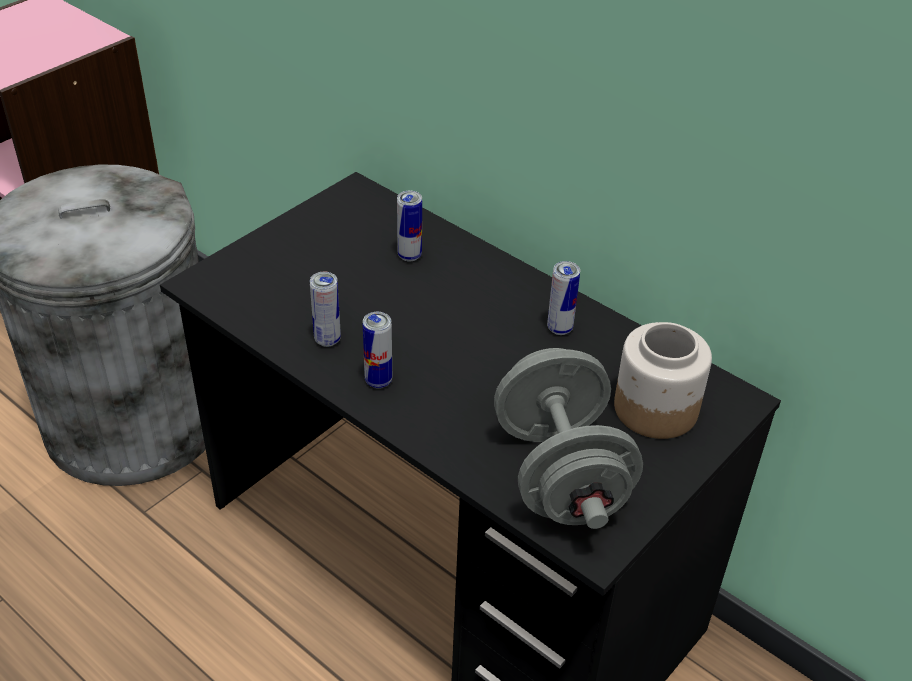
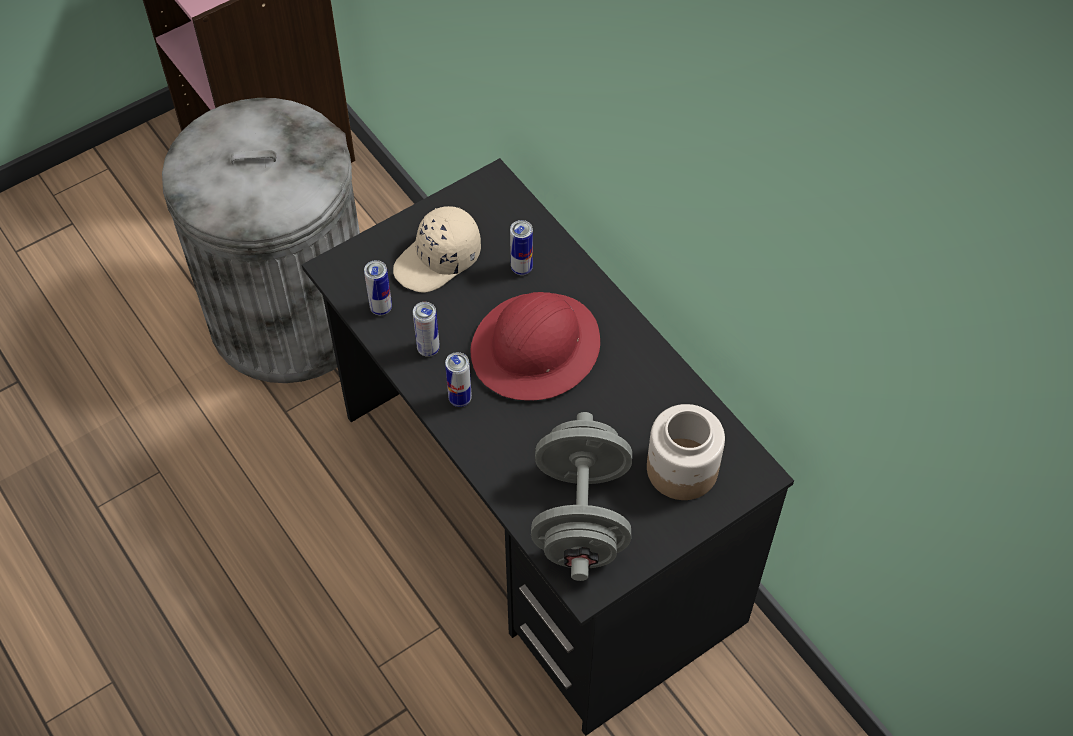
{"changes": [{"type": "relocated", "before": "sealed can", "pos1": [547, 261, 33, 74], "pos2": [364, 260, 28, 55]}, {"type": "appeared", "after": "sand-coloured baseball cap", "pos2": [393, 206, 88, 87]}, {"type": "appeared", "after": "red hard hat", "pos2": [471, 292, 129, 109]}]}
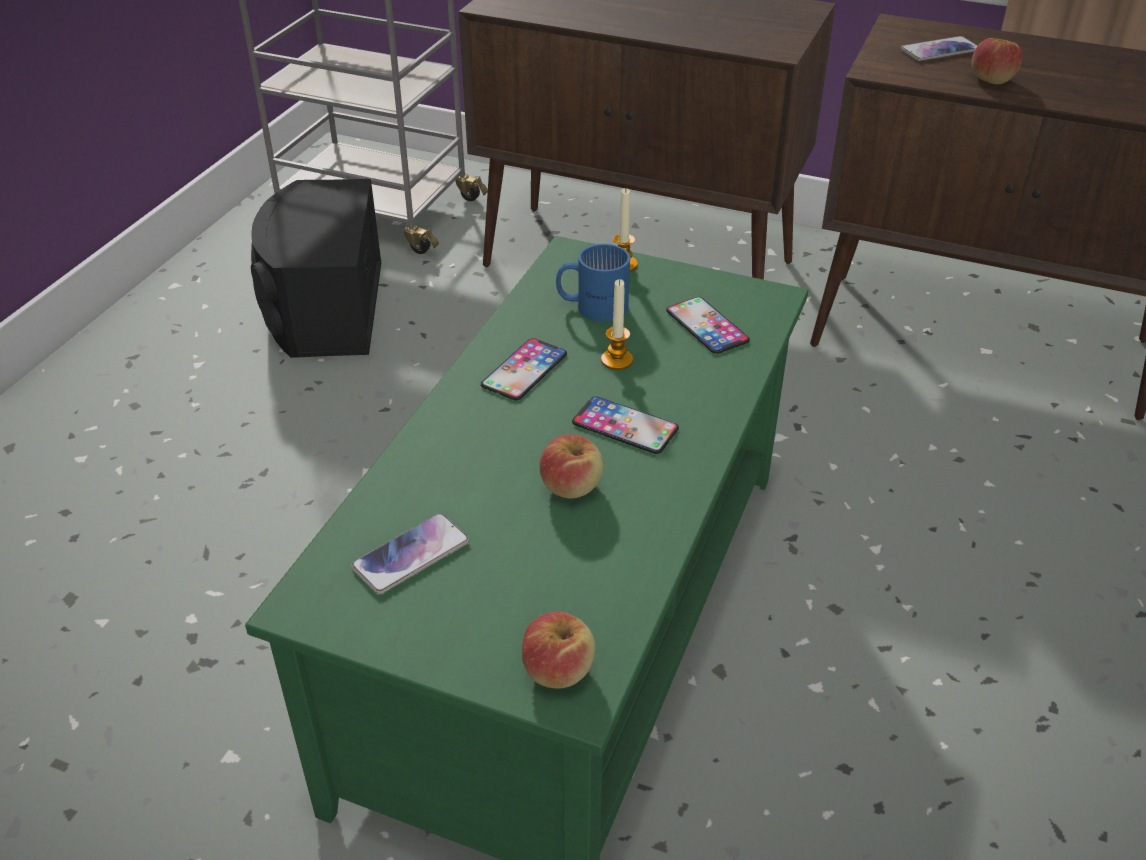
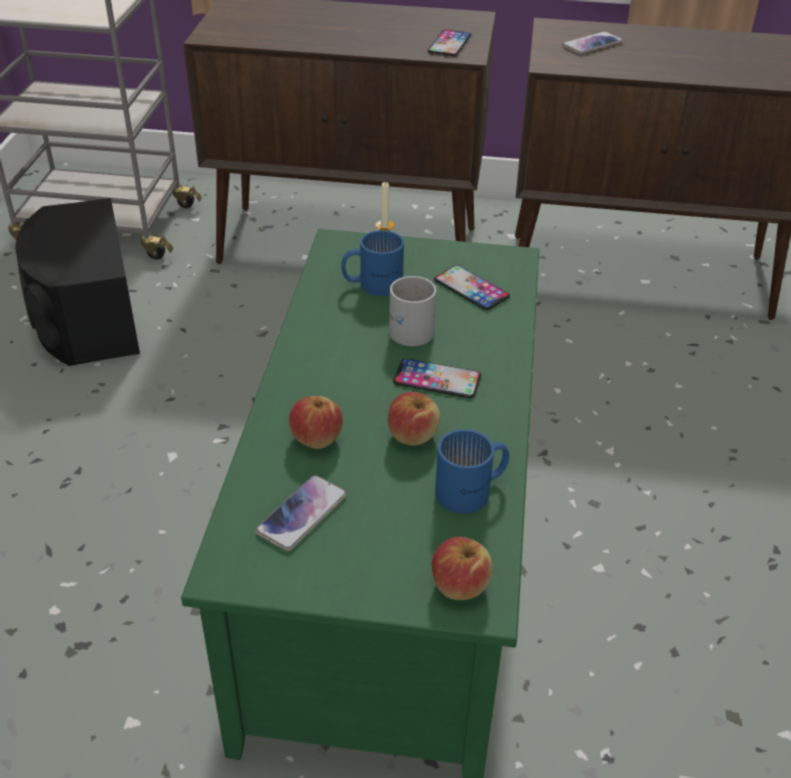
{"changes": [{"type": "relocated", "before": "handset", "pos1": [481, 338, 86, 62], "pos2": [428, 29, 43, 27]}, {"type": "exchanged", "before": "wax candle", "after": "whitish coffee mug", "pos1": [601, 279, 32, 91], "pos2": [389, 276, 47, 70]}, {"type": "relocated", "before": "whole apple", "pos1": [972, 38, 51, 47], "pos2": [289, 396, 54, 53]}, {"type": "appeared", "after": "blue-coloured coffee mug", "pos2": [435, 429, 74, 85]}]}
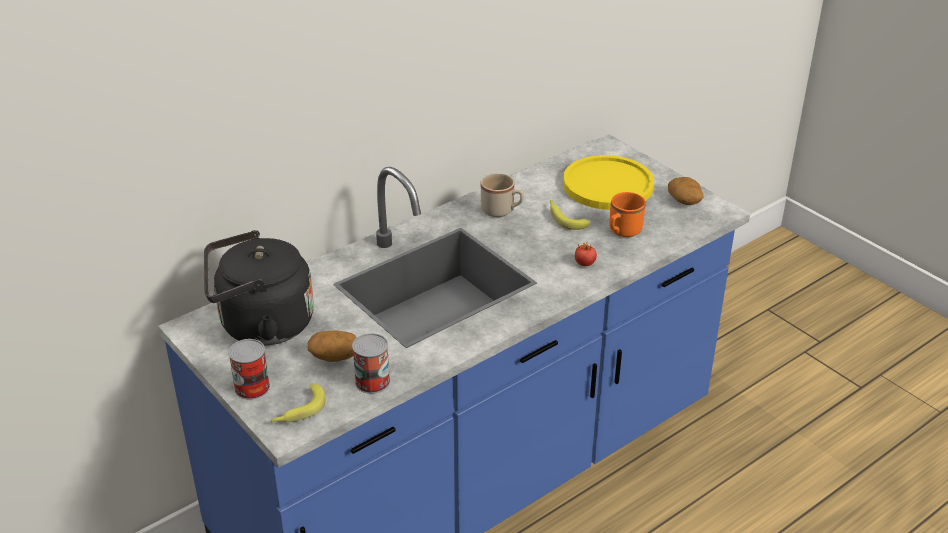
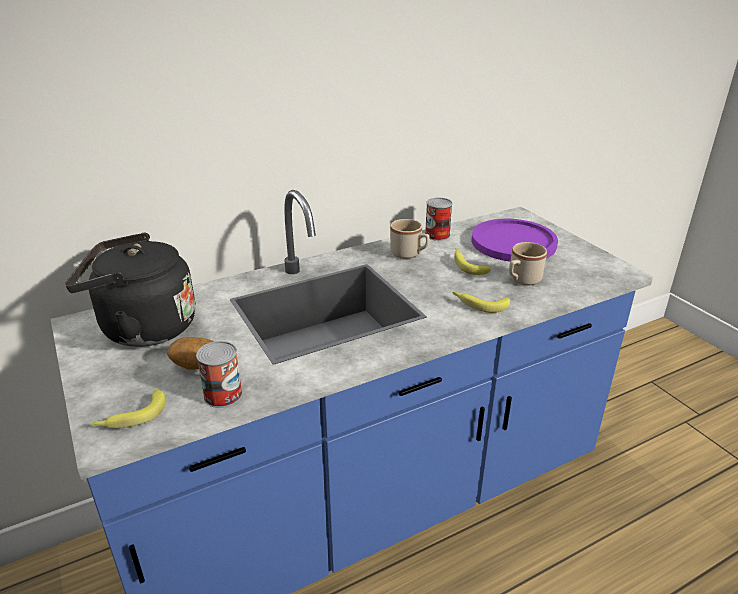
{"changes": [{"type": "relocated", "before": "sealed can", "pos1": [228, 339, 42, 61], "pos2": [425, 198, 28, 43]}, {"type": "colour", "before": "yellowish plate", "after": "purple-coloured plate", "pos1": [563, 155, 91, 55], "pos2": [471, 219, 87, 43]}, {"type": "exchanged", "before": "tomato", "after": "banana", "pos1": [575, 243, 22, 23], "pos2": [452, 291, 58, 22]}, {"type": "colour", "before": "orangey coffee mug", "after": "sand-coloured coffee mug", "pos1": [609, 192, 37, 45], "pos2": [509, 242, 38, 43]}, {"type": "missing", "before": "potato", "pos1": [668, 177, 36, 28]}]}
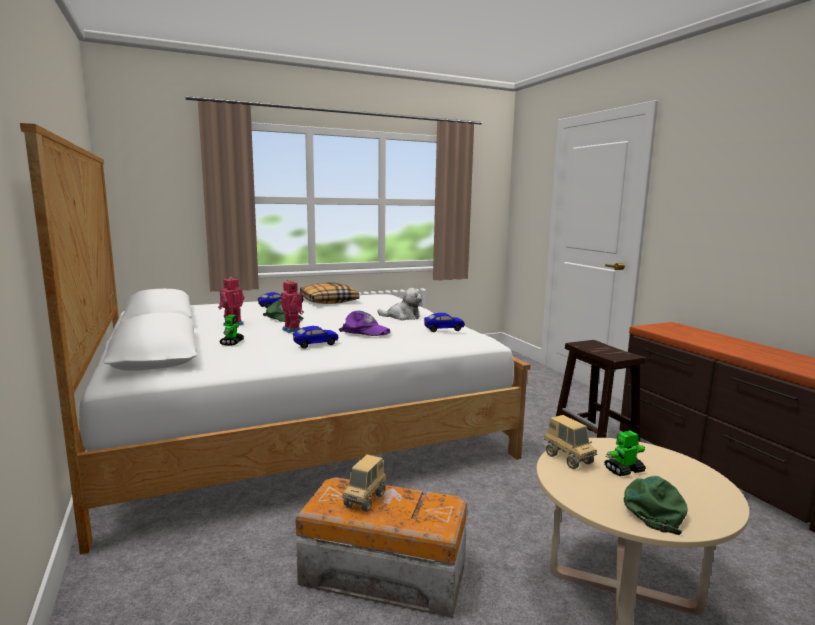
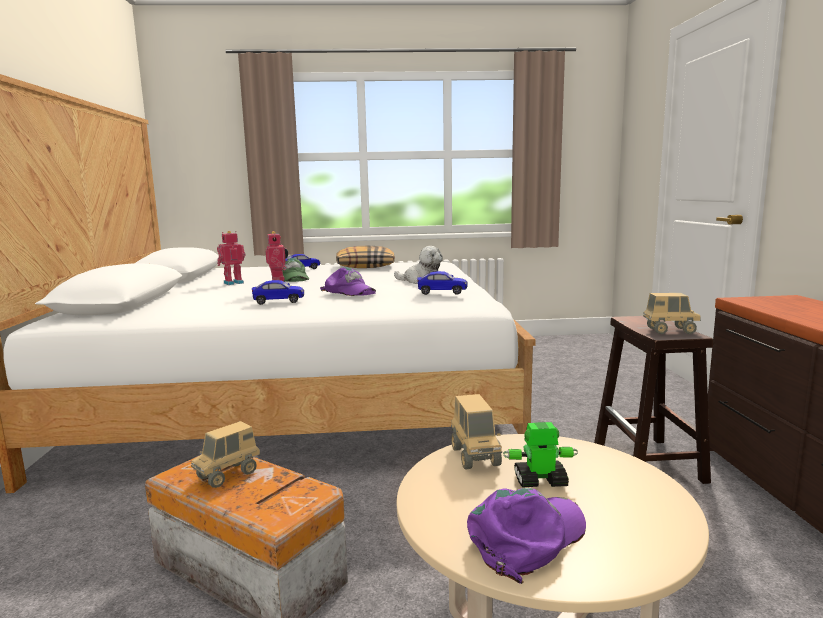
{"changes": [{"type": "missing", "before": "toy robot", "pos1": [219, 315, 25, 31]}, {"type": "colour", "before": "greenish baseball cap", "after": "purple-coloured baseball cap", "pos1": [624, 476, 64, 59], "pos2": [467, 488, 119, 96]}, {"type": "appeared", "after": "model truck", "pos2": [643, 293, 58, 41]}]}
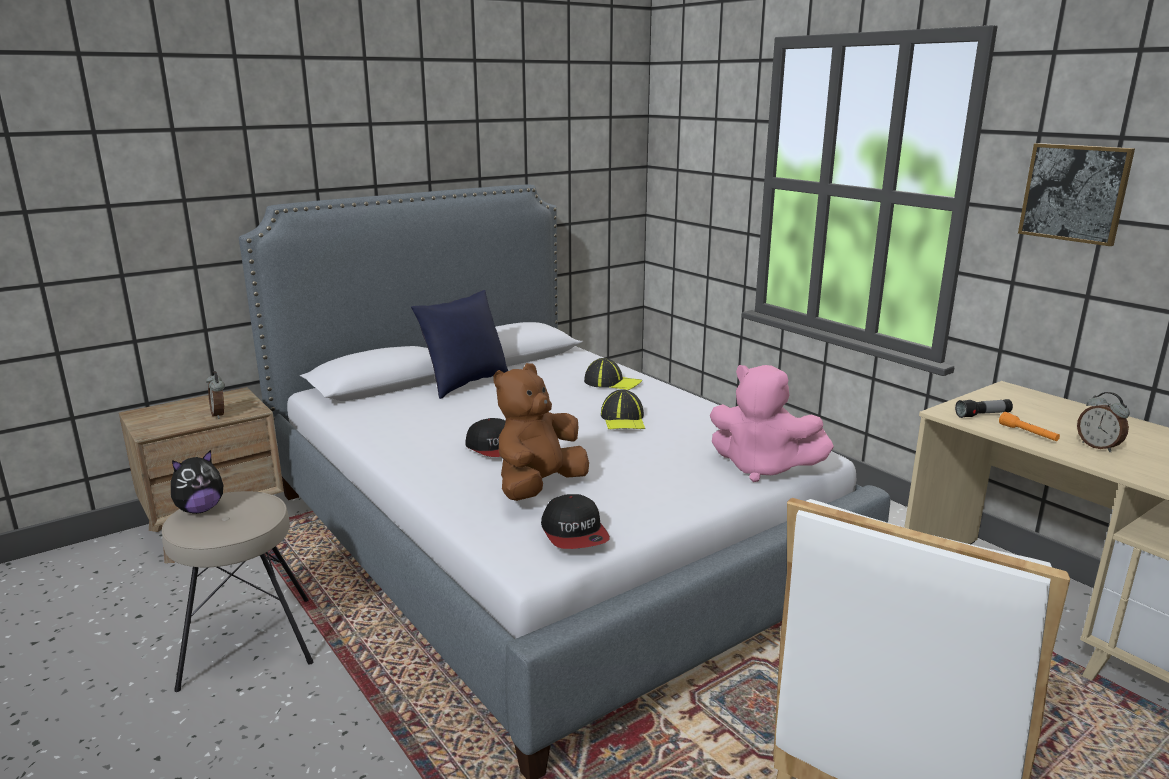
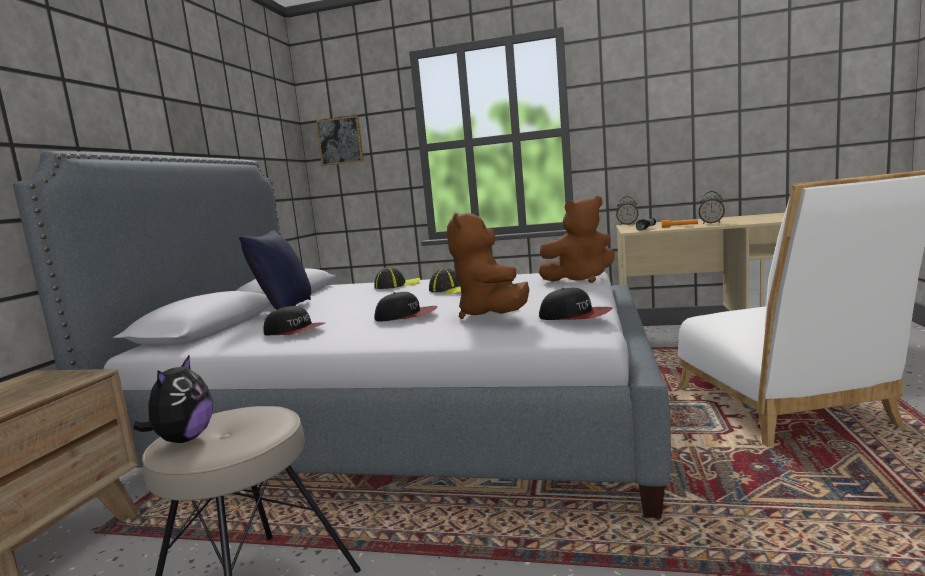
{"changes": [{"type": "relocated", "before": "alarm clock", "pos1": [206, 371, 19, 48], "pos2": [616, 196, 22, 29]}, {"type": "colour", "before": "pink cuddly toy", "after": "brown cuddly toy", "pos1": [710, 365, 124, 117], "pos2": [539, 196, 76, 87]}, {"type": "relocated", "before": "wall picture", "pos1": [1018, 143, 117, 103], "pos2": [316, 115, 48, 51]}, {"type": "appeared", "after": "baseball cap", "pos2": [263, 306, 62, 30]}]}
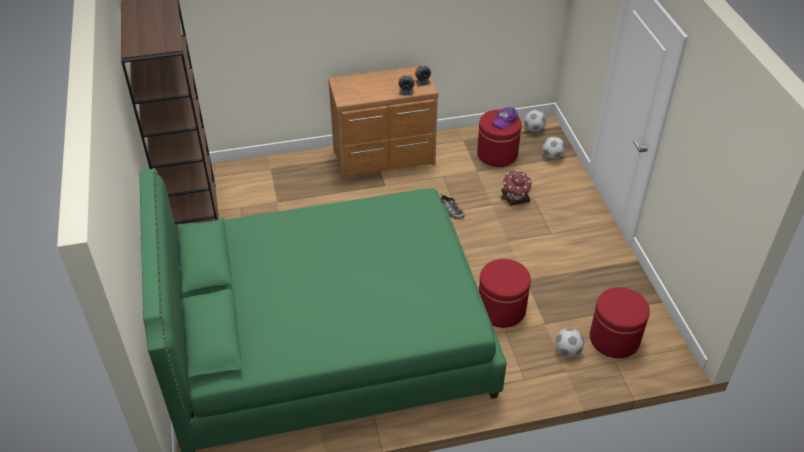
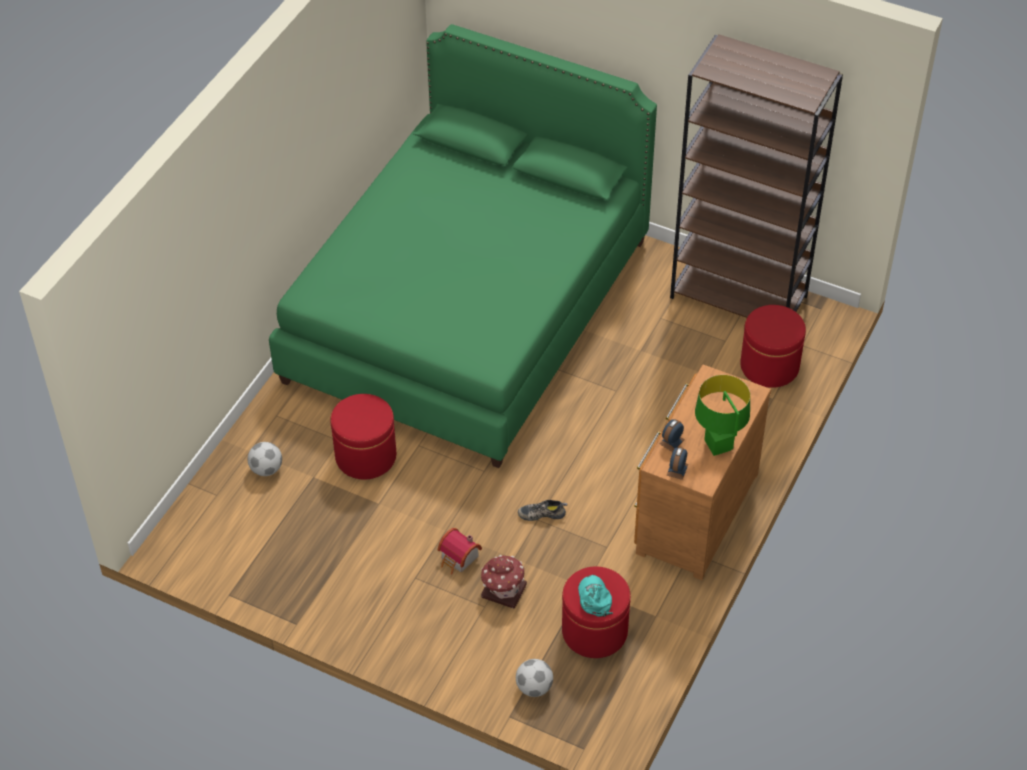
{"changes": [{"type": "colour", "before": "purple-coloured baseball cap", "after": "blue-green baseball cap", "pos1": [492, 107, 26, 22], "pos2": [578, 575, 35, 42]}, {"type": "missing", "before": "ball for football", "pos1": [524, 110, 22, 22]}, {"type": "relocated", "before": "red ottoman", "pos1": [590, 287, 60, 71], "pos2": [740, 305, 66, 83]}, {"type": "appeared", "after": "model house", "pos2": [438, 528, 44, 46]}, {"type": "appeared", "after": "greenish lamp for a table", "pos2": [695, 375, 55, 81]}]}
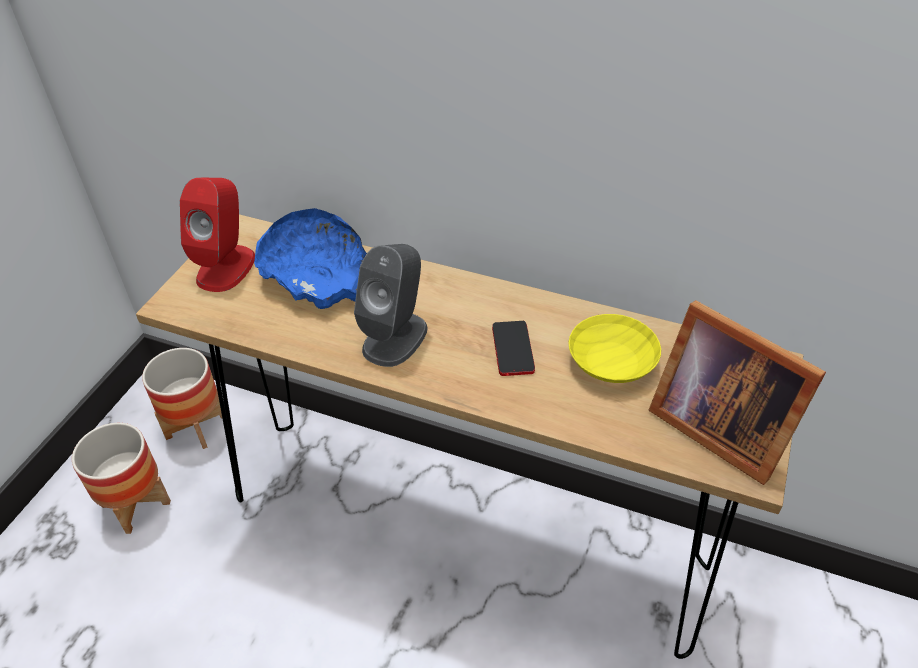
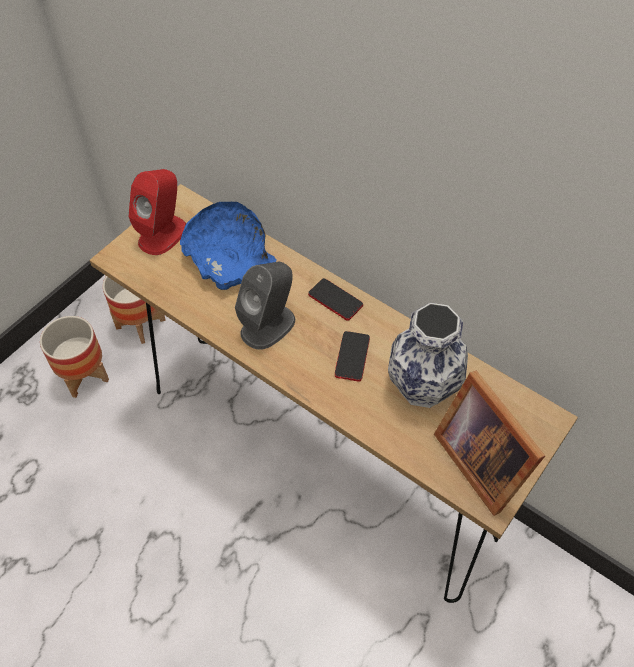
{"changes": [{"type": "exchanged", "before": "yellowish bowl", "after": "vase", "pos1": [569, 314, 92, 69], "pos2": [388, 303, 80, 105]}, {"type": "appeared", "after": "handset", "pos2": [308, 278, 55, 43]}]}
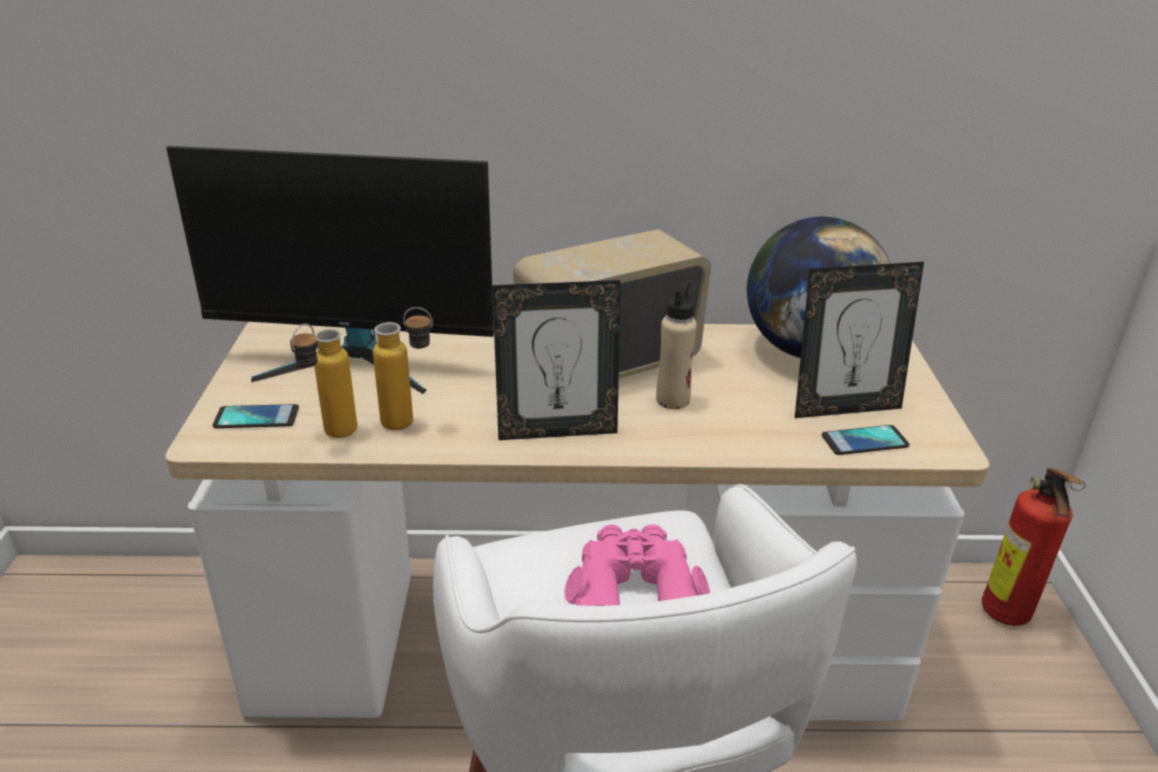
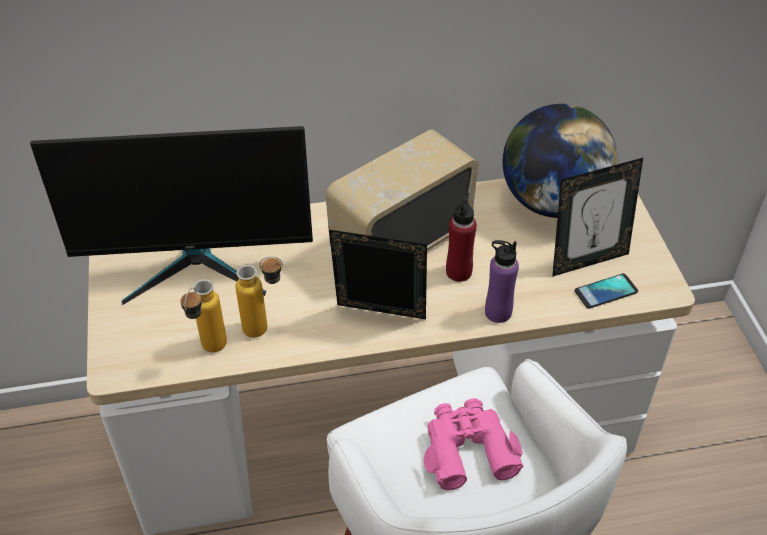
{"changes": [{"type": "missing", "before": "handset", "pos1": [213, 404, 86, 24]}, {"type": "spun", "before": "photo frame", "pos1": [492, 280, 129, 160], "pos2": [329, 230, 98, 89], "turn": -150}, {"type": "colour", "before": "sand-coloured drink bottle", "after": "red drink bottle", "pos1": [656, 281, 41, 128], "pos2": [446, 193, 31, 89]}, {"type": "missing", "before": "fire-fighting cylinder", "pos1": [982, 468, 103, 158]}, {"type": "appeared", "after": "purple-coloured drink bottle", "pos2": [485, 240, 34, 83]}]}
